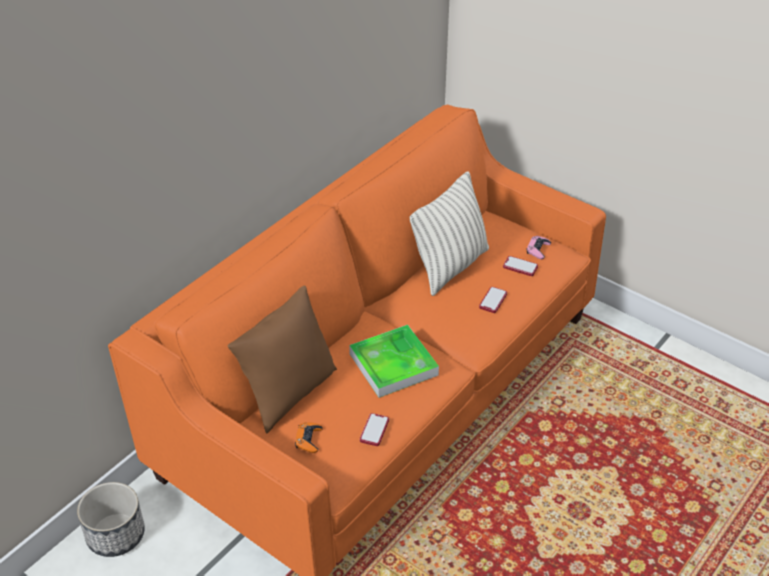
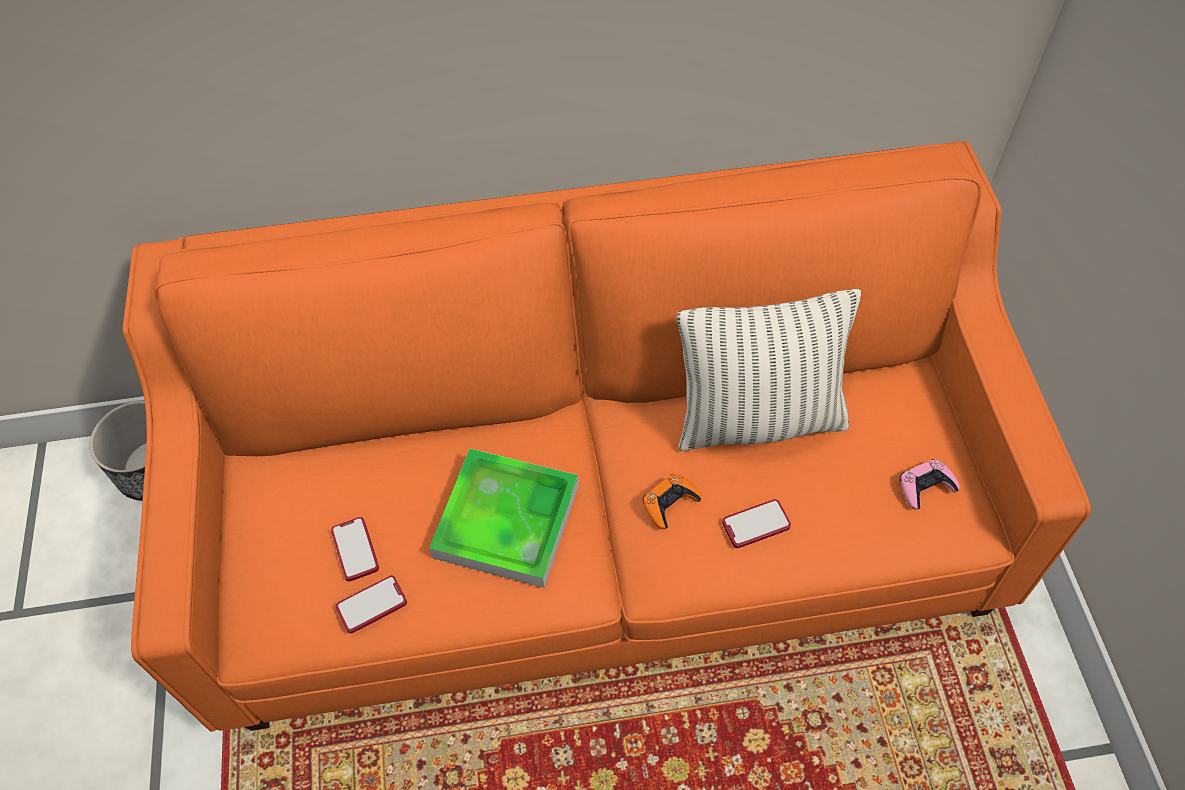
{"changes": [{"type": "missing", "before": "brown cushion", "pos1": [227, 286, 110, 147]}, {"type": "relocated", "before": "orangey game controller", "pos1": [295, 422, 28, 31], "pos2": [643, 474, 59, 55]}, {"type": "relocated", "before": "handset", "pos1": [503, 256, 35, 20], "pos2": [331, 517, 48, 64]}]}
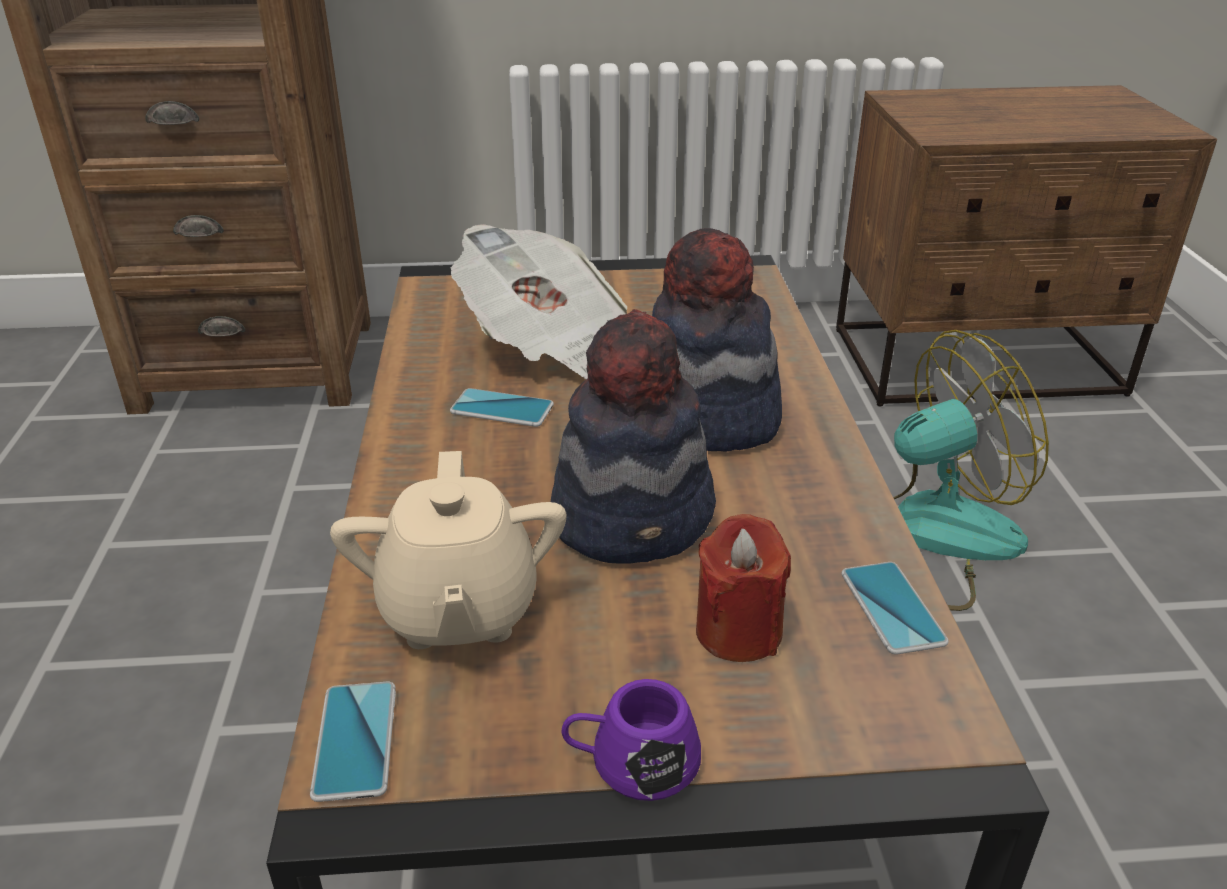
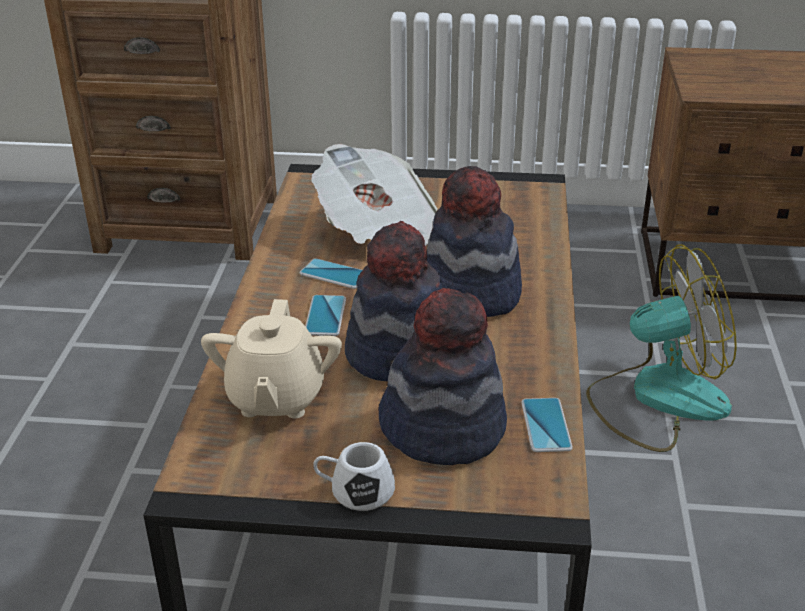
{"changes": [{"type": "relocated", "before": "handset", "pos1": [310, 682, 86, 120], "pos2": [305, 295, 41, 41]}, {"type": "colour", "before": "purple-coloured coffee mug", "after": "whitish coffee mug", "pos1": [562, 679, 139, 122], "pos2": [313, 442, 82, 69]}, {"type": "exchanged", "before": "red wax candle", "after": "wearable hat", "pos1": [696, 514, 95, 148], "pos2": [378, 288, 129, 177]}]}
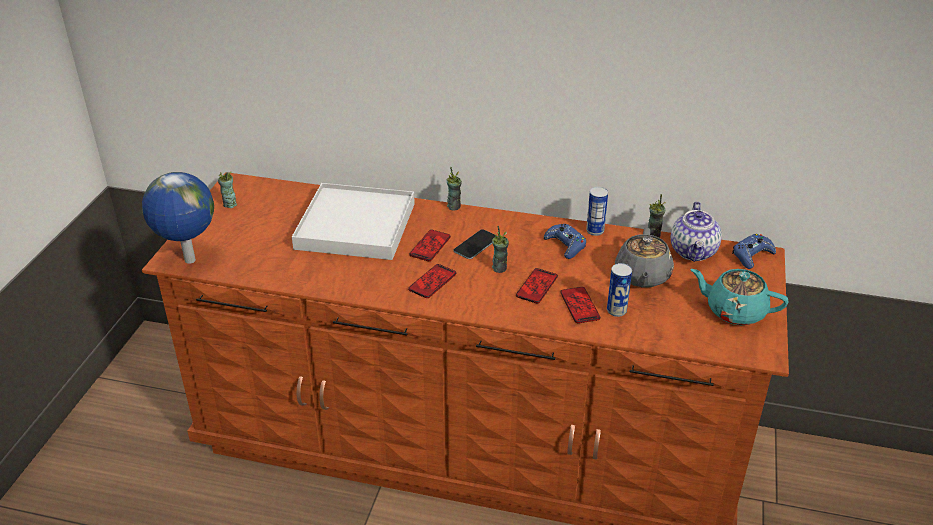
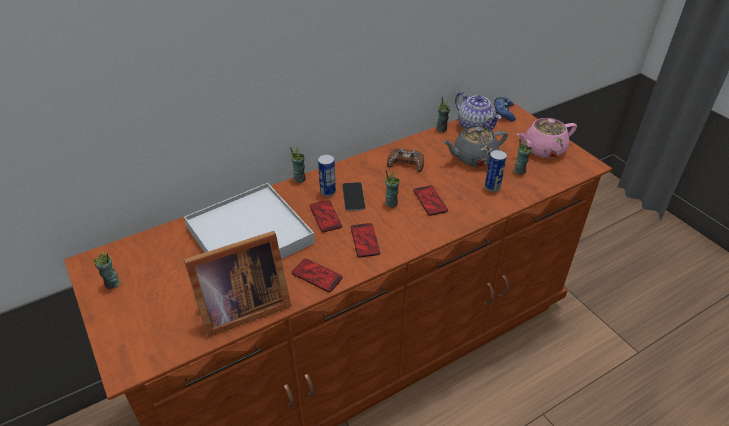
{"changes": [{"type": "missing", "before": "globe", "pos1": [142, 172, 72, 92]}, {"type": "colour", "before": "blue-coloured game controller", "after": "brown game controller", "pos1": [544, 224, 42, 35], "pos2": [387, 148, 37, 24]}, {"type": "relocated", "before": "handset", "pos1": [560, 287, 40, 36], "pos2": [292, 259, 50, 33]}, {"type": "relocated", "before": "sealed can", "pos1": [586, 187, 22, 49], "pos2": [318, 154, 18, 43]}, {"type": "spun", "before": "greyish teapot", "pos1": [615, 228, 59, 59], "pos2": [443, 126, 65, 41], "turn": 105}, {"type": "colour", "before": "blue-green teapot", "after": "pink teapot", "pos1": [690, 269, 99, 56], "pos2": [517, 118, 60, 40]}, {"type": "appeared", "after": "photo frame", "pos2": [184, 231, 107, 106]}, {"type": "appeared", "after": "cup", "pos2": [514, 139, 18, 36]}]}
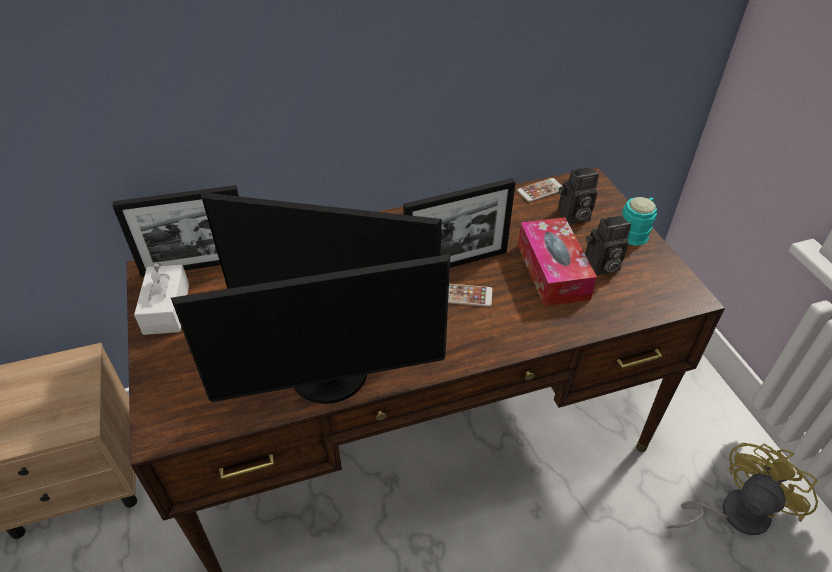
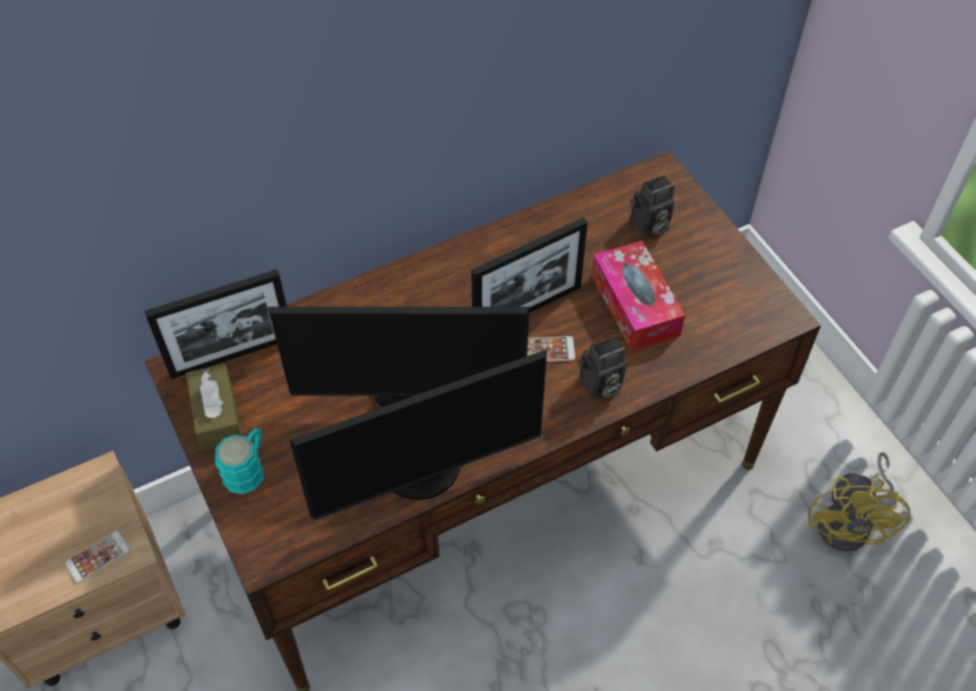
{"changes": [{"type": "colour", "before": "whitish box of tissues", "after": "brown box of tissues", "pos1": [134, 262, 55, 73], "pos2": [186, 364, 56, 87]}, {"type": "relocated", "before": "handset", "pos1": [517, 178, 45, 24], "pos2": [65, 531, 65, 52]}, {"type": "relocated", "before": "still camera", "pos1": [585, 215, 46, 60], "pos2": [578, 336, 48, 64]}, {"type": "relocated", "before": "blue-green coffee mug", "pos1": [622, 197, 35, 49], "pos2": [215, 428, 48, 66]}, {"type": "spun", "before": "yellowish electric fan", "pos1": [667, 443, 151, 92], "pos2": [808, 452, 102, 100], "turn": 150}]}
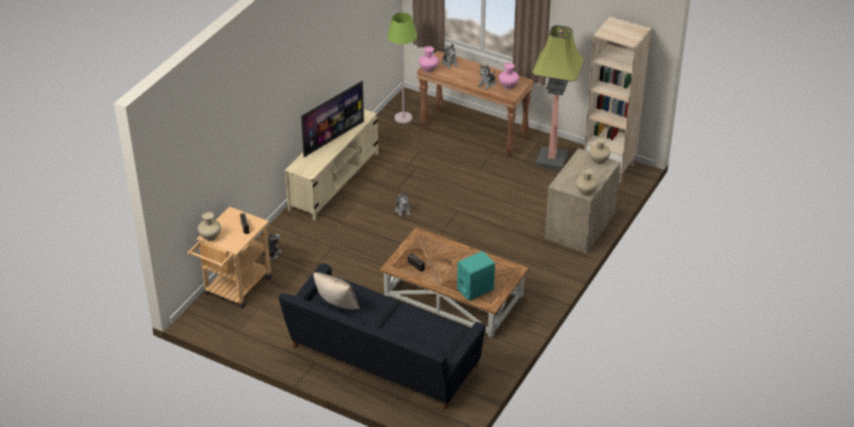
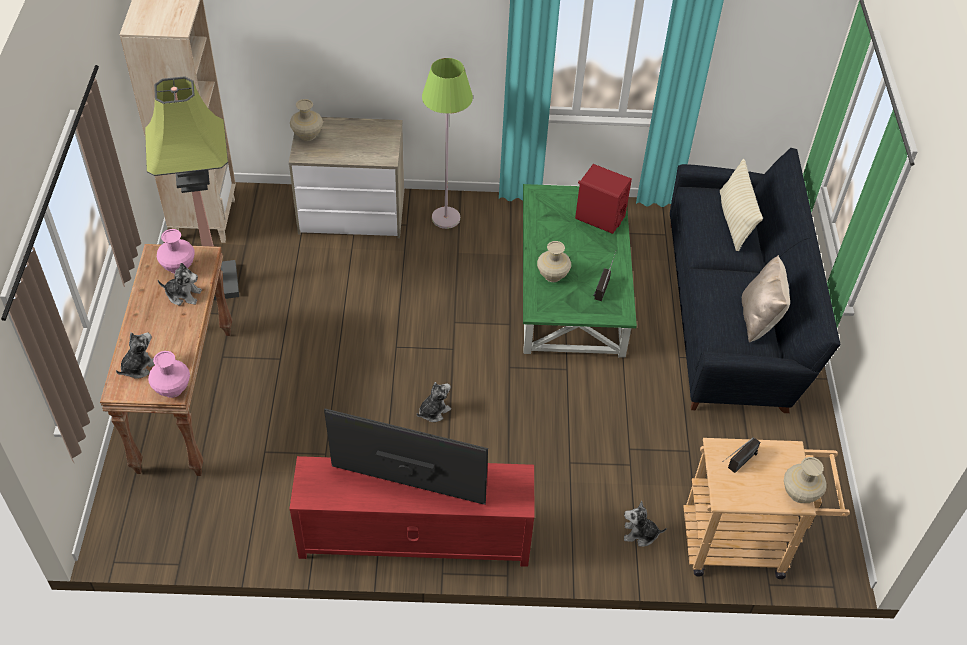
{"changes": [{"type": "colour", "before": "sand-coloured tv unit", "after": "red tv unit", "pos1": [285, 109, 93, 112], "pos2": [289, 456, 246, 111]}, {"type": "colour", "before": "brown low table", "after": "greenish low table", "pos1": [380, 227, 149, 111], "pos2": [523, 184, 114, 174]}, {"type": "relocated", "before": "greenish floor lamp", "pos1": [387, 13, 30, 111], "pos2": [422, 58, 51, 171]}, {"type": "colour", "before": "blue-green audio speaker", "after": "red audio speaker", "pos1": [457, 251, 38, 50], "pos2": [575, 164, 57, 70]}, {"type": "relocated", "before": "sand-coloured vase", "pos1": [576, 167, 22, 29], "pos2": [537, 241, 34, 41]}, {"type": "appeared", "after": "sand-coloured cushion", "pos2": [720, 159, 43, 92]}]}
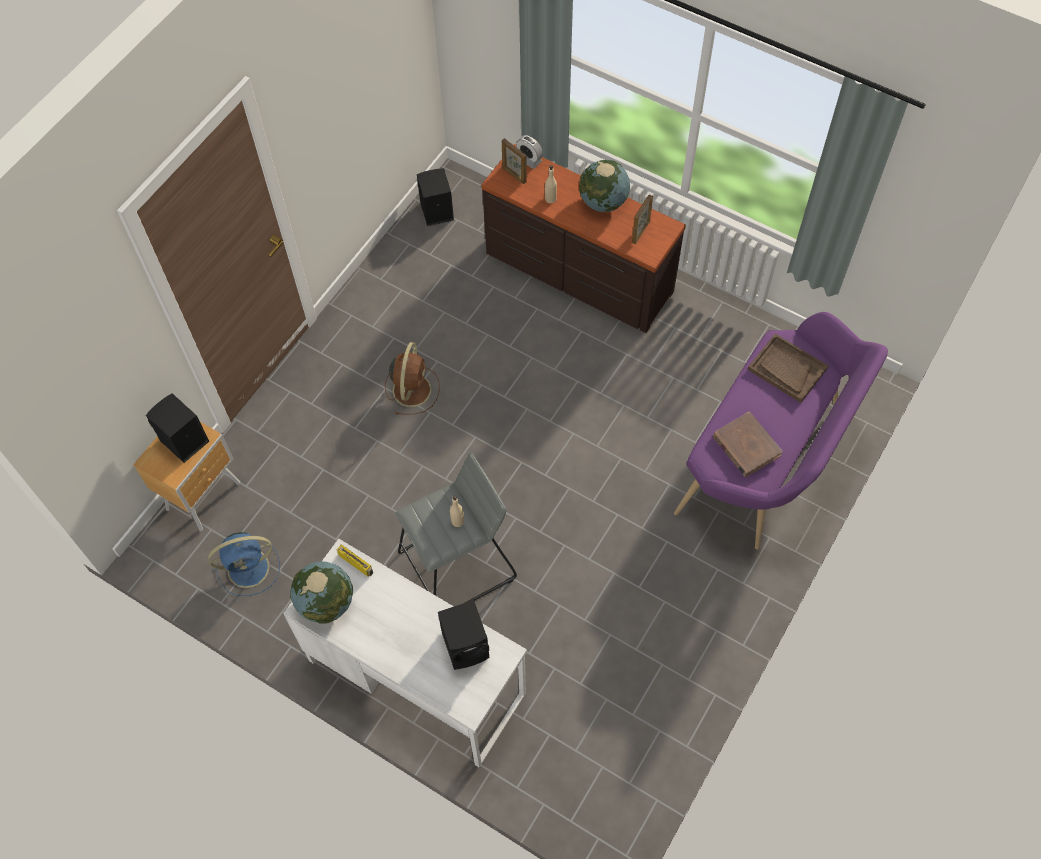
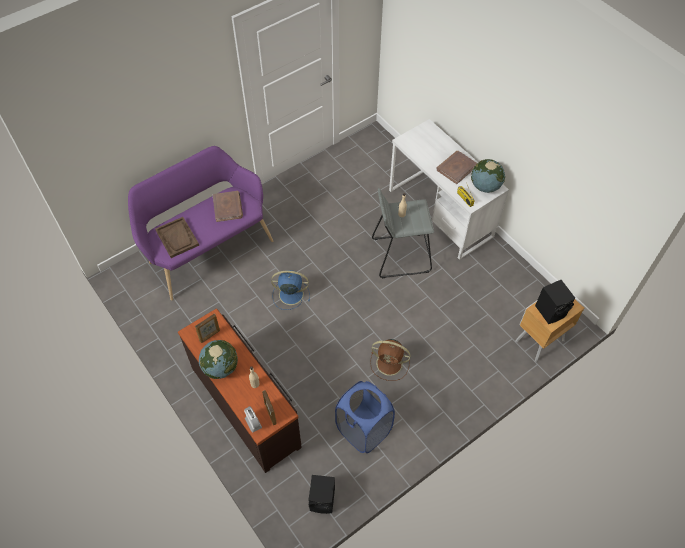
{"changes": [{"type": "relocated", "before": "blue-coloured electric fan", "pos1": [208, 532, 72, 64], "pos2": [271, 270, 39, 40]}, {"type": "spun", "before": "brown electric fan", "pos1": [385, 342, 55, 73], "pos2": [370, 339, 41, 42], "turn": -105}, {"type": "missing", "before": "black audio speaker", "pos1": [438, 600, 52, 70]}, {"type": "appeared", "after": "blue-coloured hamper", "pos2": [335, 381, 60, 72]}, {"type": "appeared", "after": "brown book", "pos2": [436, 151, 41, 33]}]}
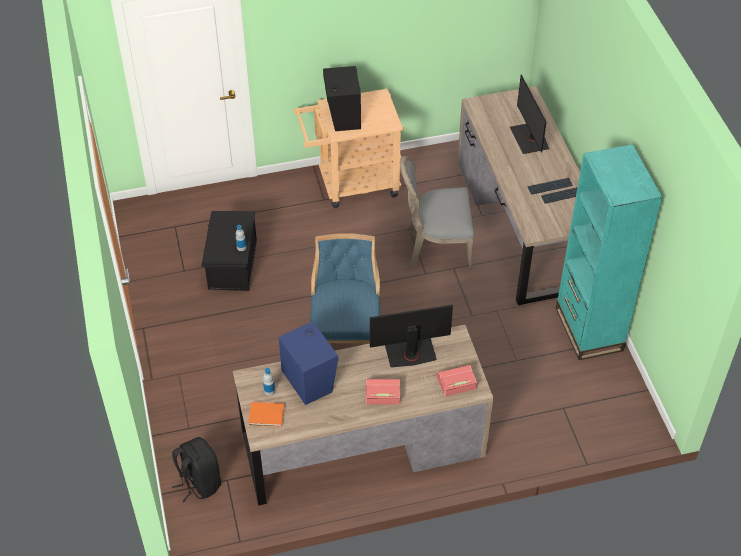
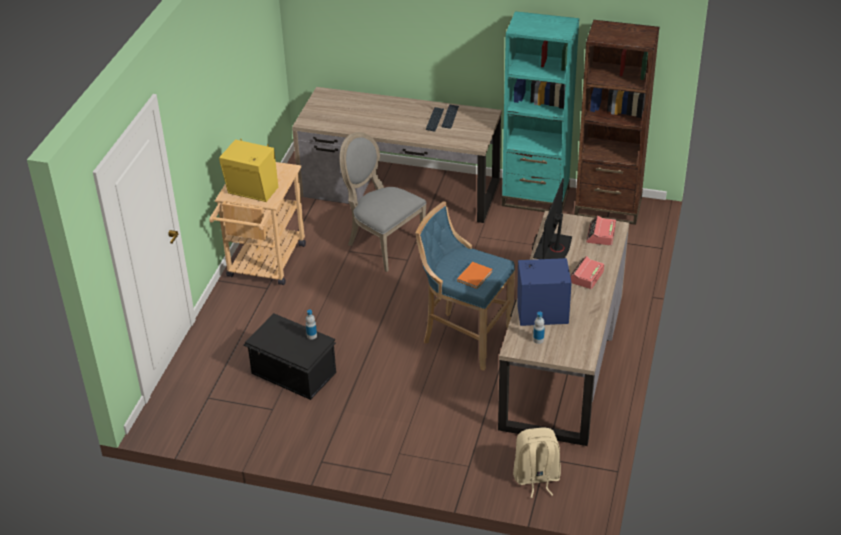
{"changes": [{"type": "colour", "before": "black backpack", "after": "sand-coloured backpack", "pos1": [172, 437, 49, 65], "pos2": [513, 427, 48, 71]}, {"type": "relocated", "before": "orangey book", "pos1": [248, 402, 36, 25], "pos2": [457, 262, 35, 27]}, {"type": "colour", "before": "black audio speaker", "after": "yellowish audio speaker", "pos1": [323, 66, 38, 65], "pos2": [219, 139, 59, 63]}, {"type": "spun", "before": "greyish plain chair", "pos1": [400, 156, 74, 114], "pos2": [339, 132, 87, 140], "turn": 105}, {"type": "missing", "before": "computer screen", "pos1": [510, 74, 39, 80]}, {"type": "appeared", "after": "brown bookshelf", "pos2": [574, 20, 86, 205]}]}
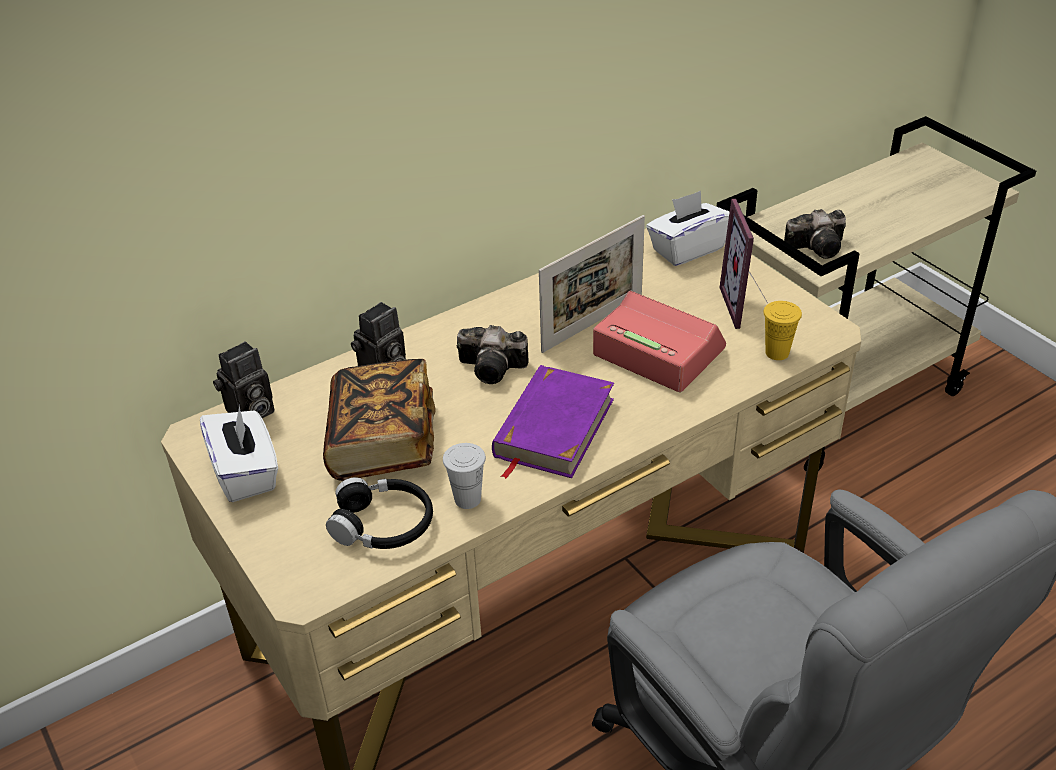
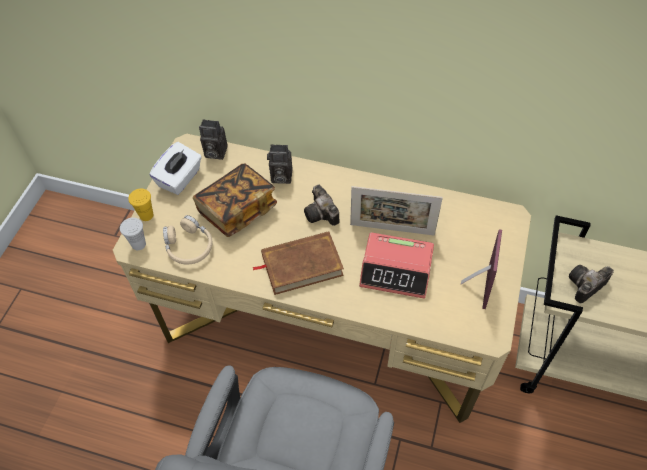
{"changes": [{"type": "colour", "before": "black pair of headphones", "after": "sand-coloured pair of headphones", "pos1": [326, 477, 107, 72], "pos2": [163, 215, 49, 49]}, {"type": "relocated", "before": "whitish cup", "pos1": [443, 443, 43, 66], "pos2": [120, 218, 26, 32]}, {"type": "colour", "before": "purple-coloured book", "after": "brown book", "pos1": [492, 365, 122, 114], "pos2": [253, 231, 91, 64]}, {"type": "spun", "before": "alarm clock", "pos1": [593, 291, 133, 101], "pos2": [359, 232, 75, 67], "turn": 105}, {"type": "missing", "before": "whitish box of tissues", "pos1": [646, 191, 83, 75]}, {"type": "spun", "before": "photo frame", "pos1": [719, 199, 49, 130], "pos2": [461, 229, 41, 80], "turn": 150}, {"type": "relocated", "before": "yellowish cup", "pos1": [763, 301, 39, 59], "pos2": [128, 189, 26, 32]}, {"type": "spun", "before": "still camera", "pos1": [784, 209, 62, 50], "pos2": [569, 265, 45, 39], "turn": 105}]}
